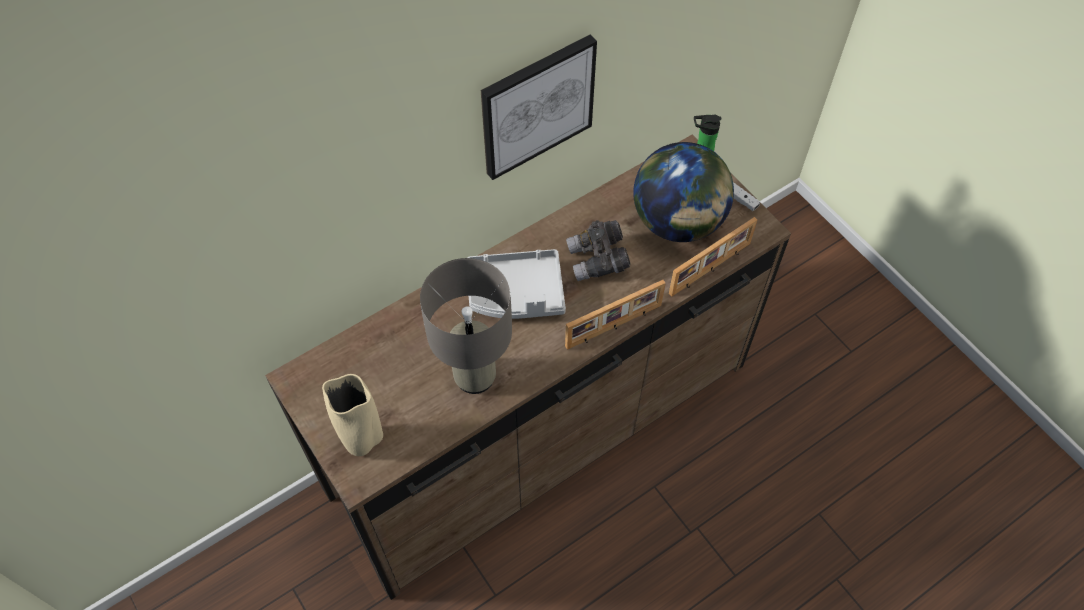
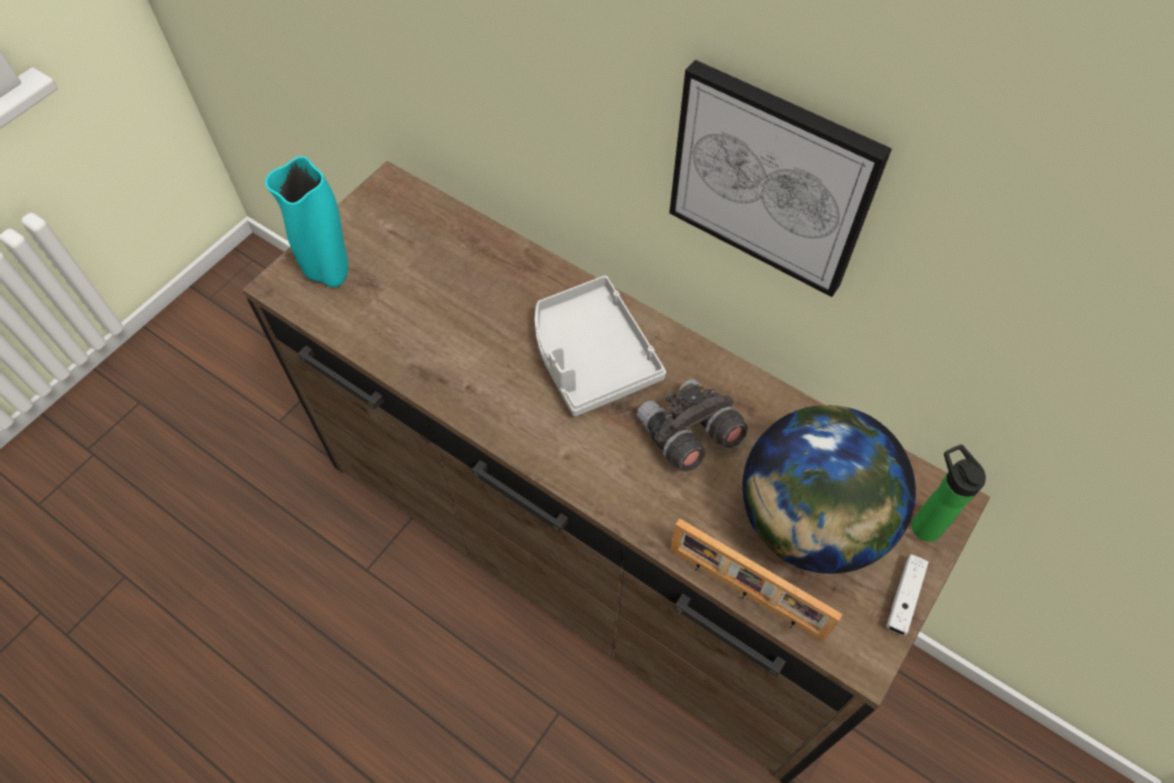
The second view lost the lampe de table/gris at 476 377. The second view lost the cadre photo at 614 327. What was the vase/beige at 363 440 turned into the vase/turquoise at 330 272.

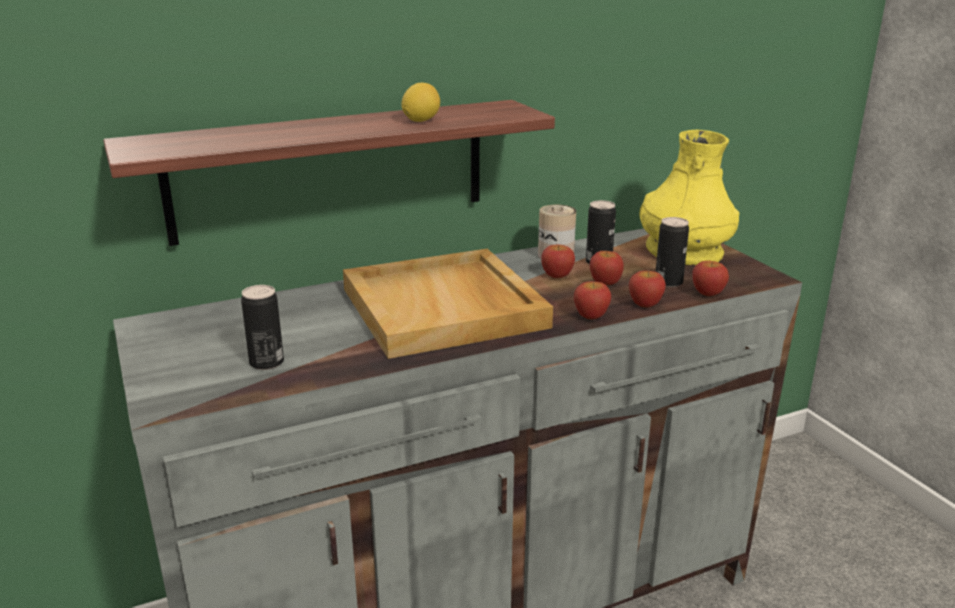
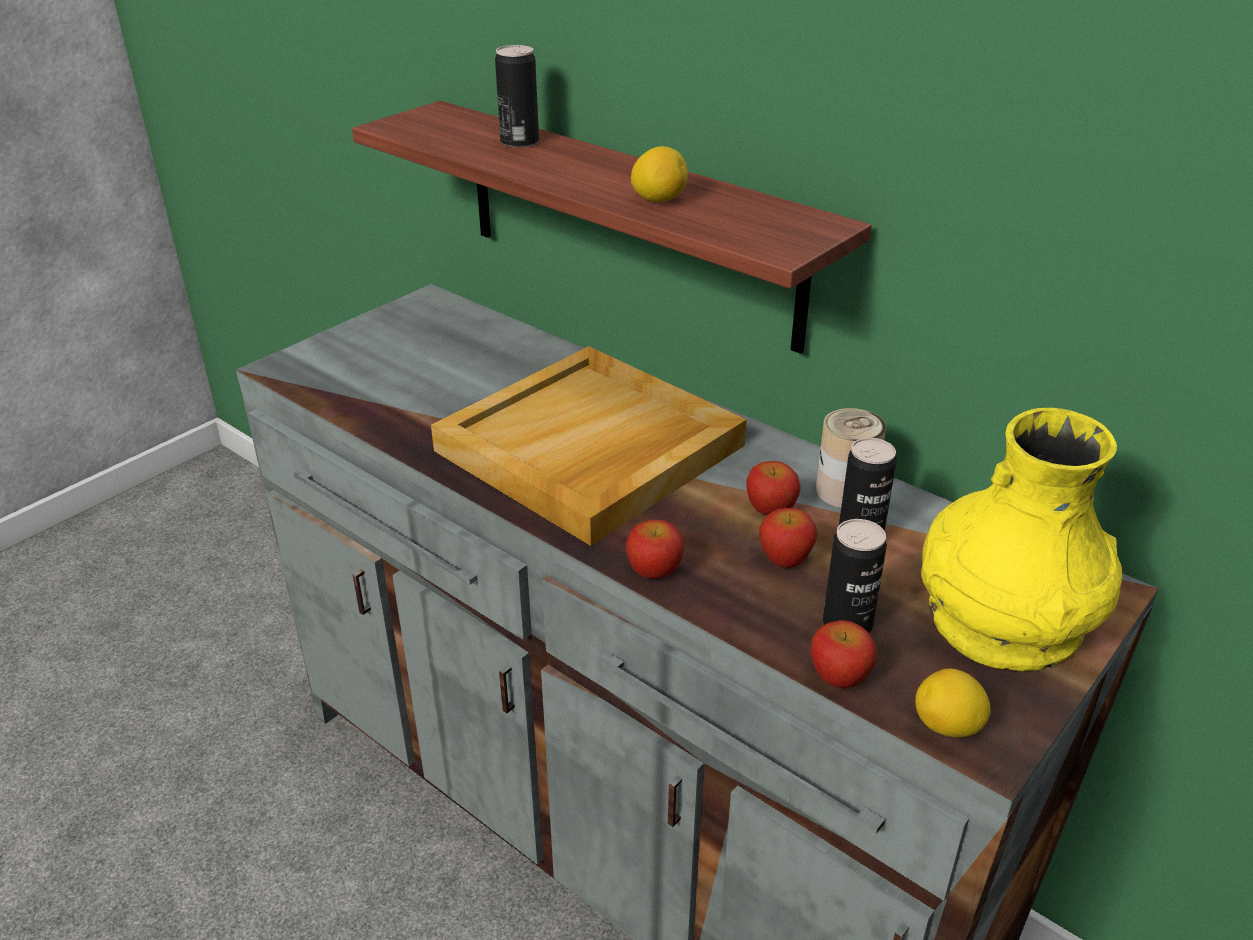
The second view lost the pomme at 645 304. The boîte métallique ended up elsewhere, having gone from 266 362 to 519 142. The second view gained the citron at 947 727.

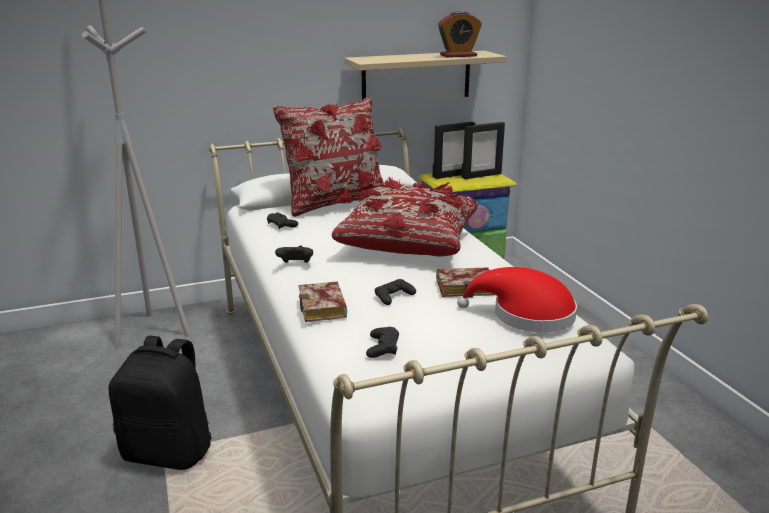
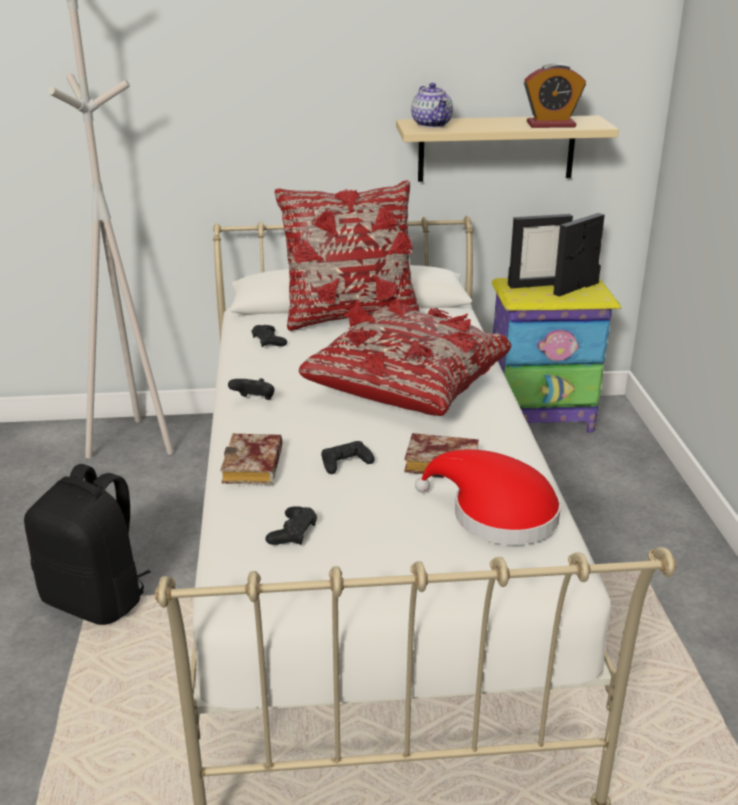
The cadre photo at 481 175 ended up facing another way, 150 degrees clockwise from before. The second view gained the théière at 432 124.

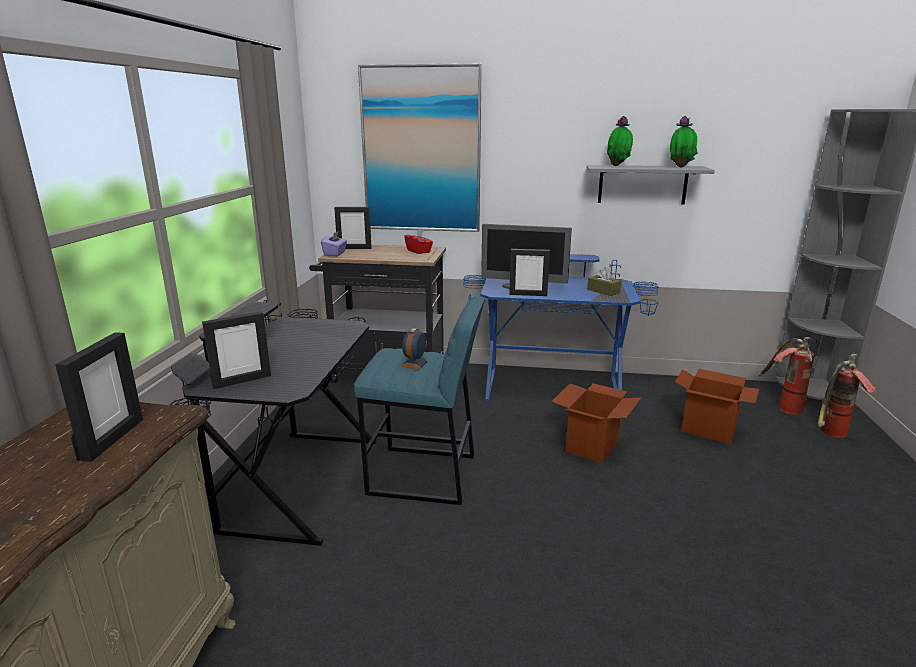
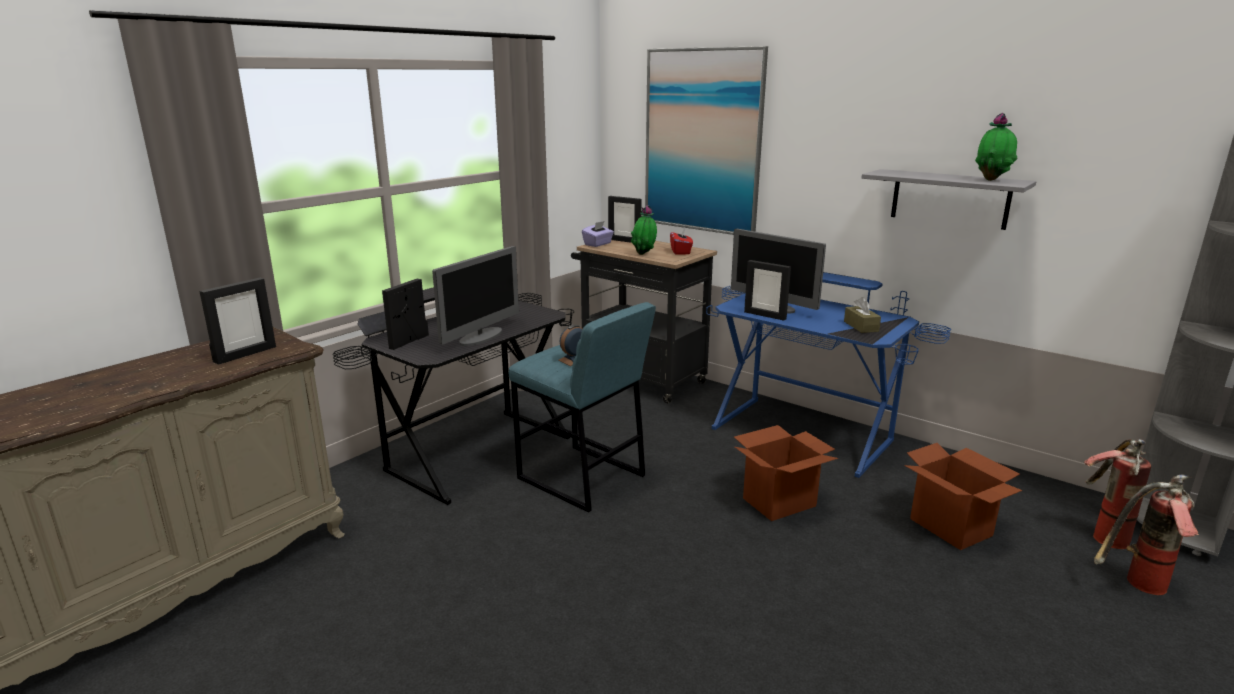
The plante en pot ended up elsewhere, having gone from 618 166 to 644 254. The cadre photo at 242 380 ended up facing another way, 120 degrees clockwise from before. The second view gained the écran d'ordinateur at 481 337.

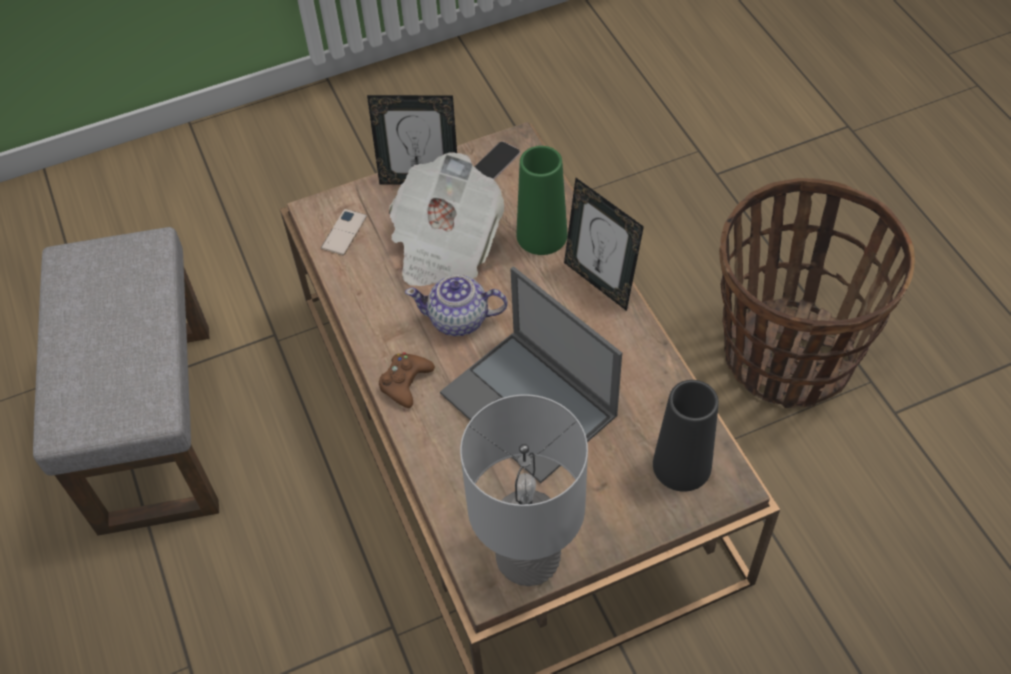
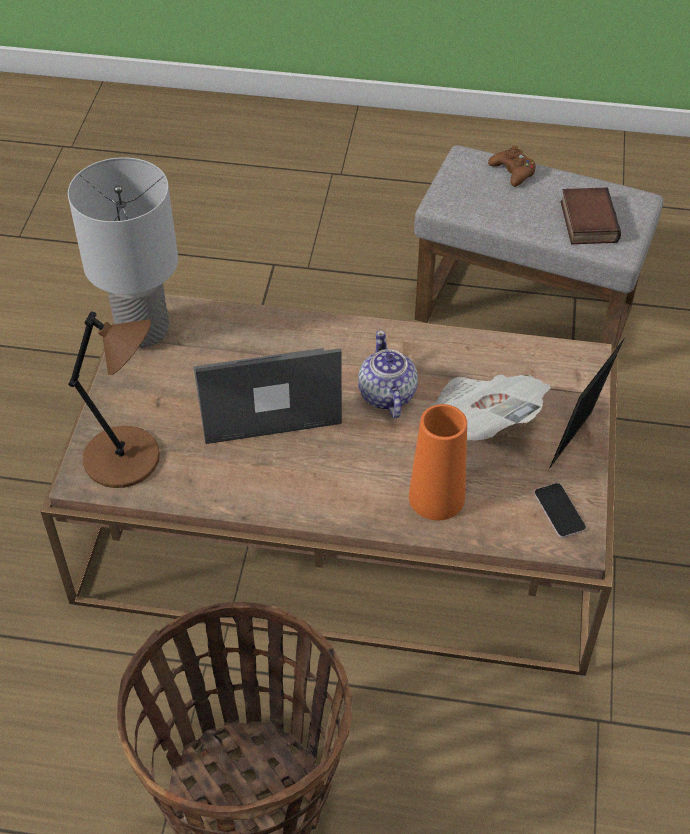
What was the vase/vert at 541 235 turned into the vase/orange at 436 497. The second view lost the cadre photo at 599 282. The second view lost the téléphone at 344 232. The théière at 459 319 ended up facing another way, 45 degrees counterclockwise from before. The manette/marron ended up elsewhere, having gone from 405 383 to 513 172. Where the vase/noir stood at 682 465, the lampe de table/marron came to stand at 126 459. The second view gained the livre at 586 221.

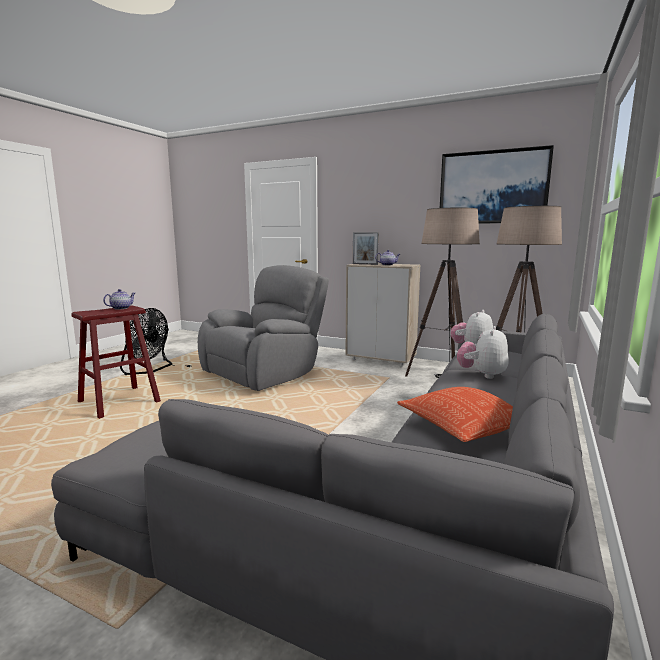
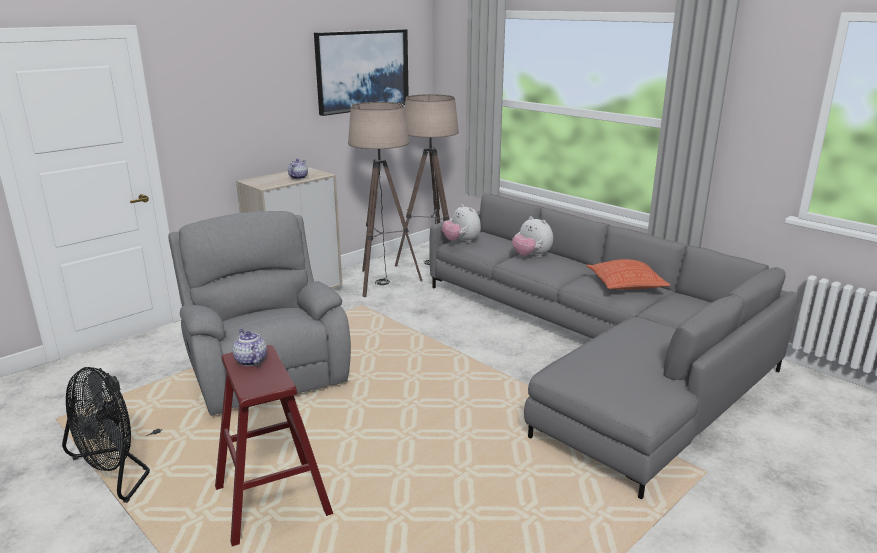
The second view lost the cadre photo at 365 264.

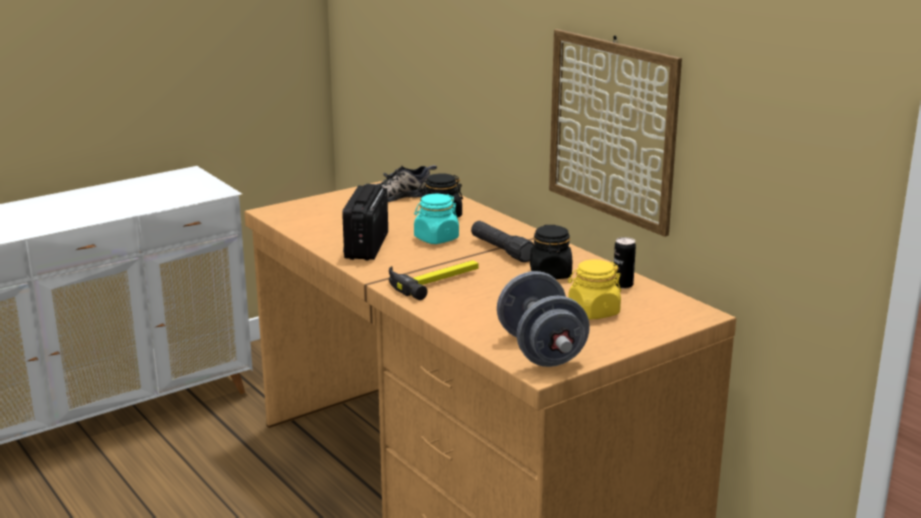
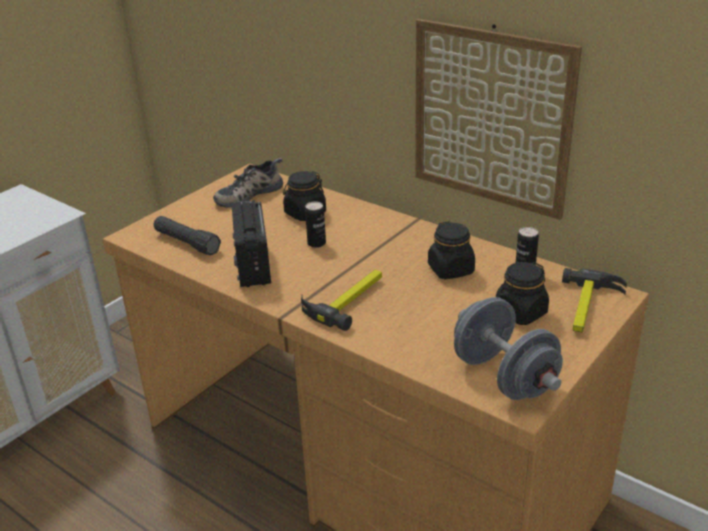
Where the bocal/turquoise stood at 436 239, the boîte métallique came to stand at 316 243. The lampe de poche/noir ended up elsewhere, having gone from 501 250 to 187 243. What was the bocal/jaune at 593 312 turned into the bocal/noir at 520 313. The second view gained the marteau at 588 308.

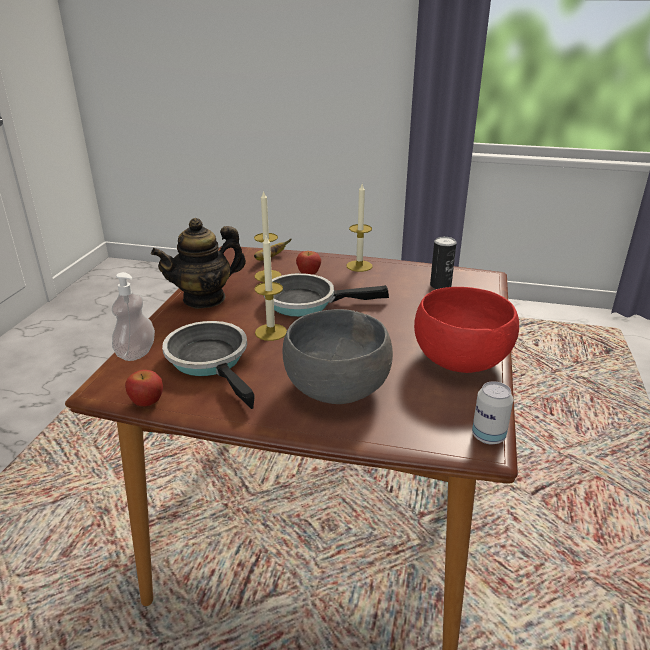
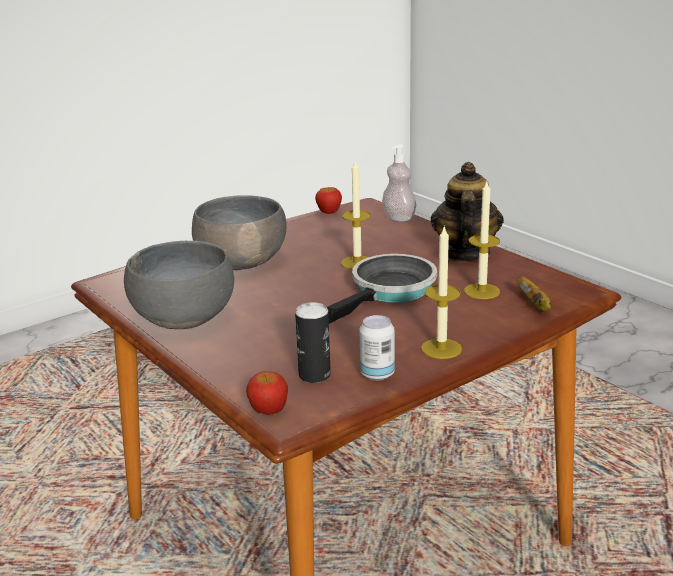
The pomme ended up elsewhere, having gone from 308 274 to 268 410. What was the bol/rouge at 460 359 turned into the bol/gris at 183 317. The second view lost the poêle at 211 361. The boîte métallique ended up elsewhere, having gone from 488 436 to 377 374.

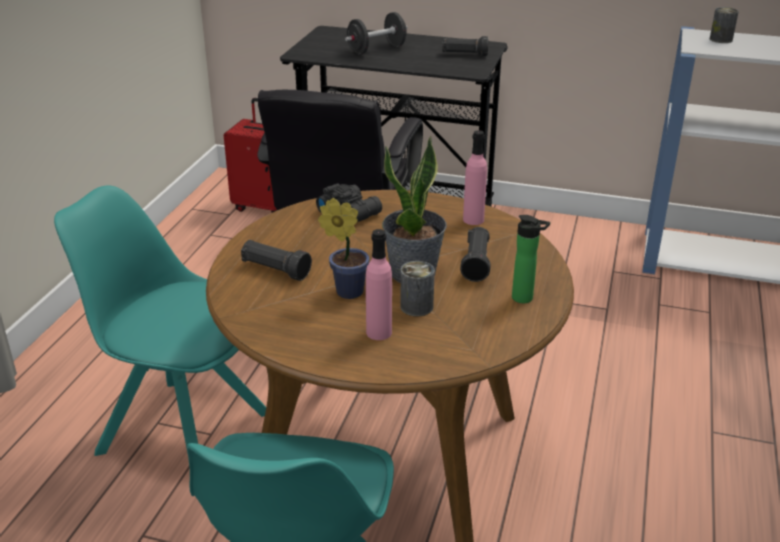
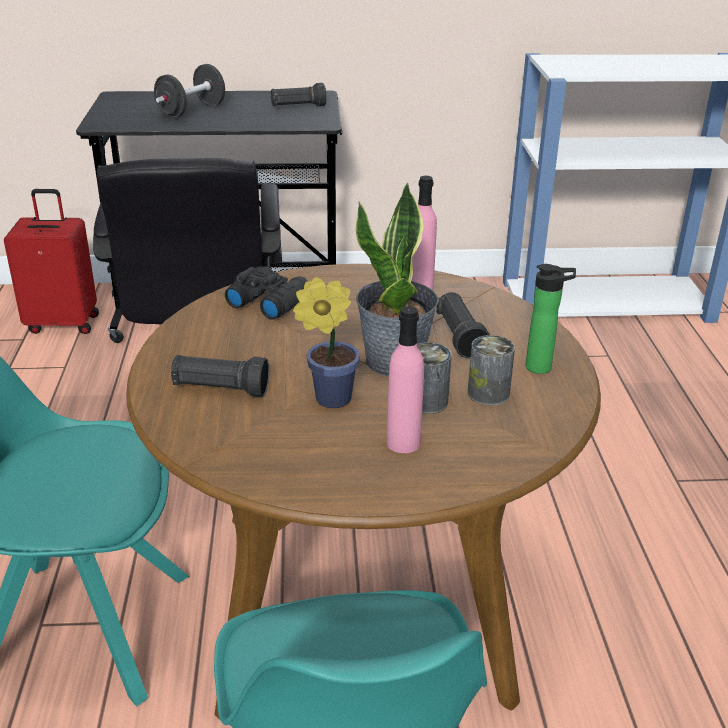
The boîte métallique ended up elsewhere, having gone from 721 39 to 488 393.

